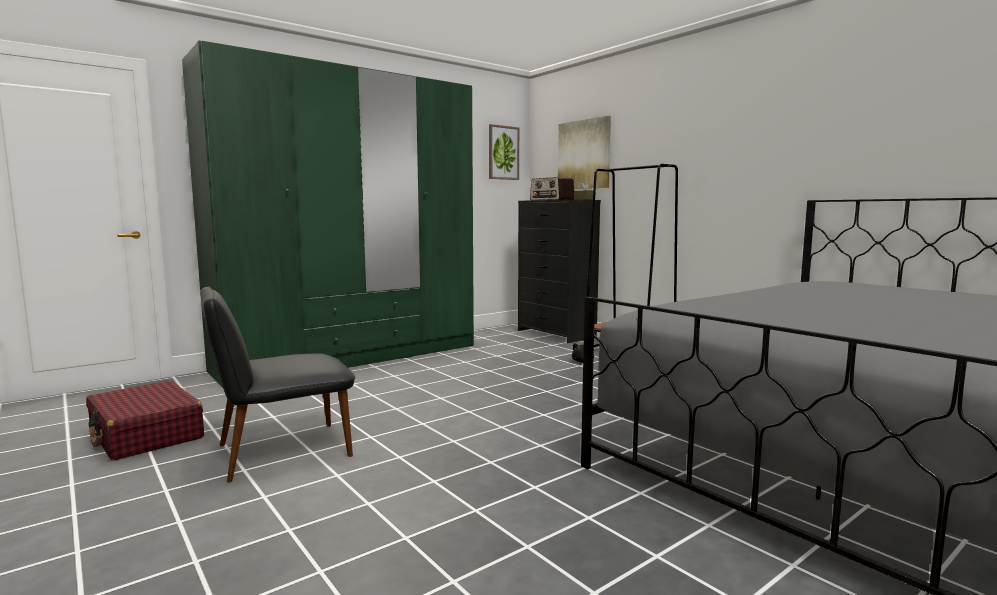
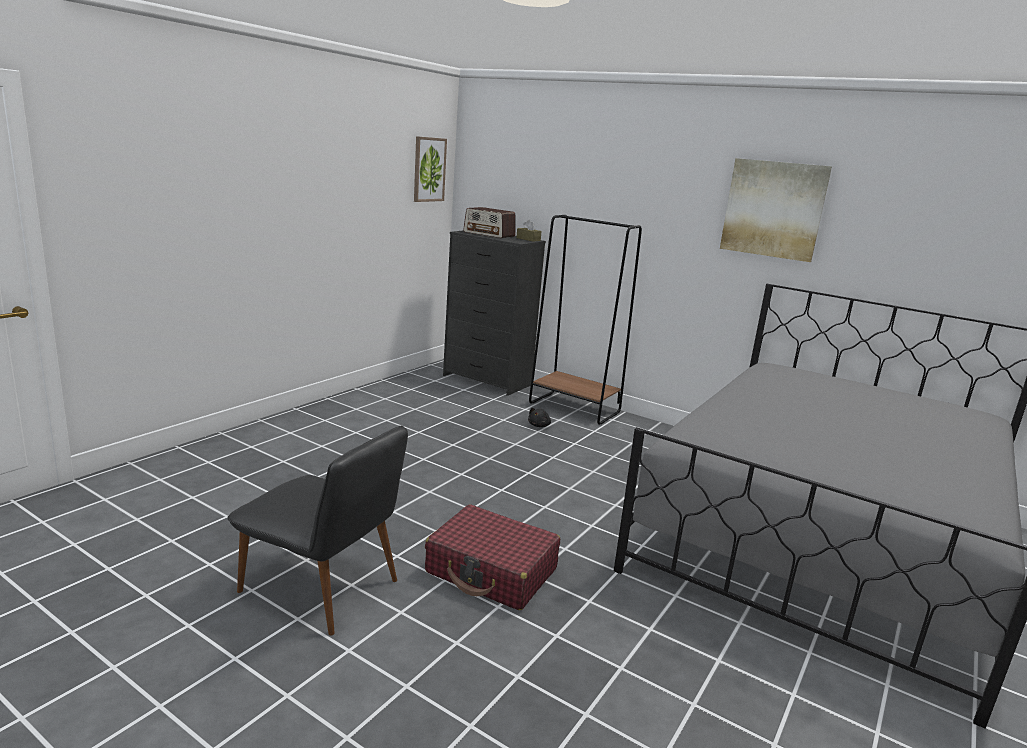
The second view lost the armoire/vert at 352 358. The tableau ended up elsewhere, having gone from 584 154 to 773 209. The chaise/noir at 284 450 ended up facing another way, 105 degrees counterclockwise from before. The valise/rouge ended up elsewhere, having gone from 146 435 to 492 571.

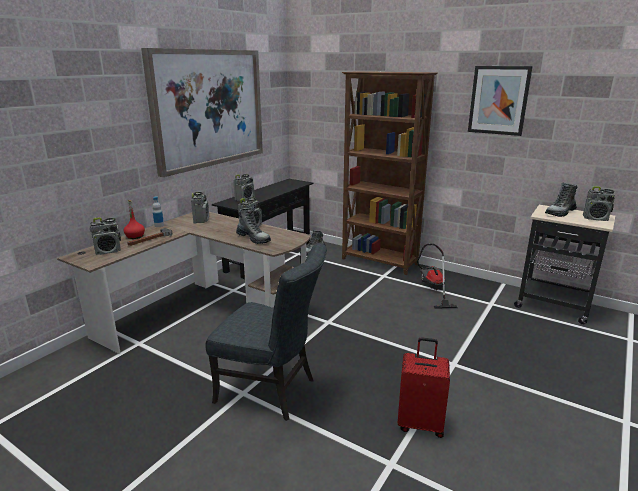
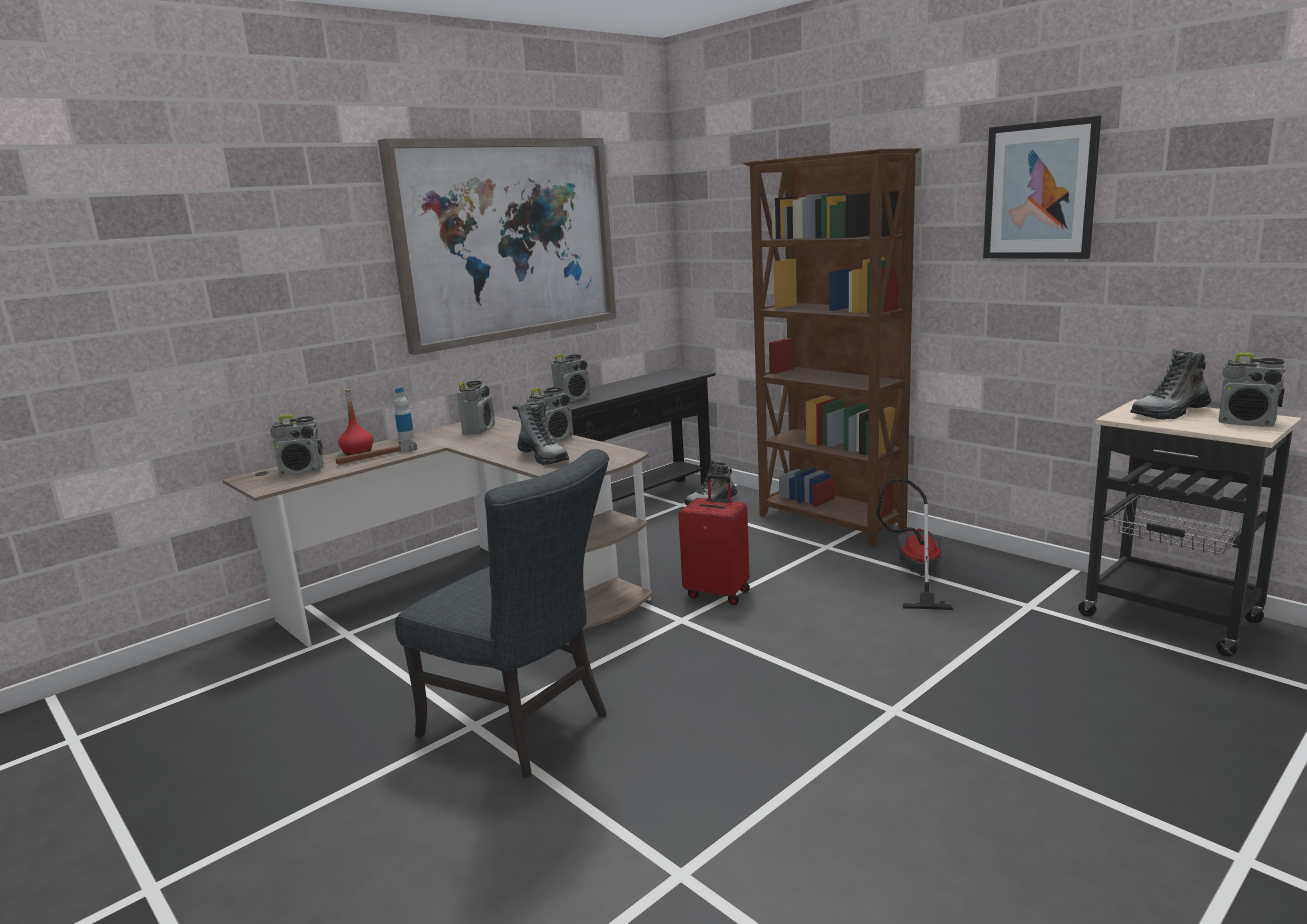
The valise/rouge ended up elsewhere, having gone from 420 423 to 718 593.

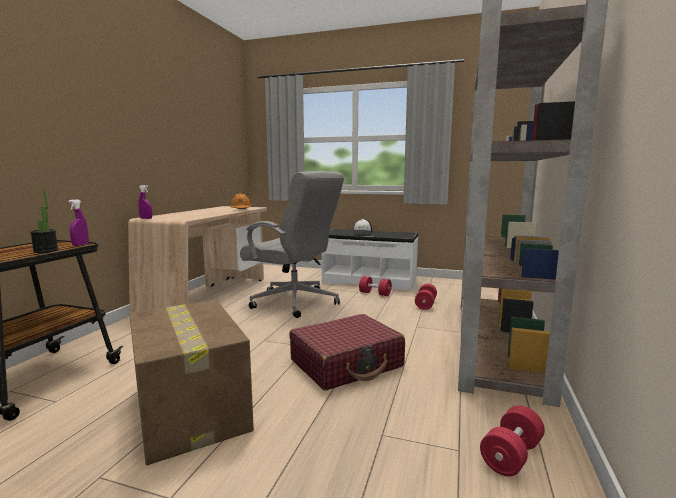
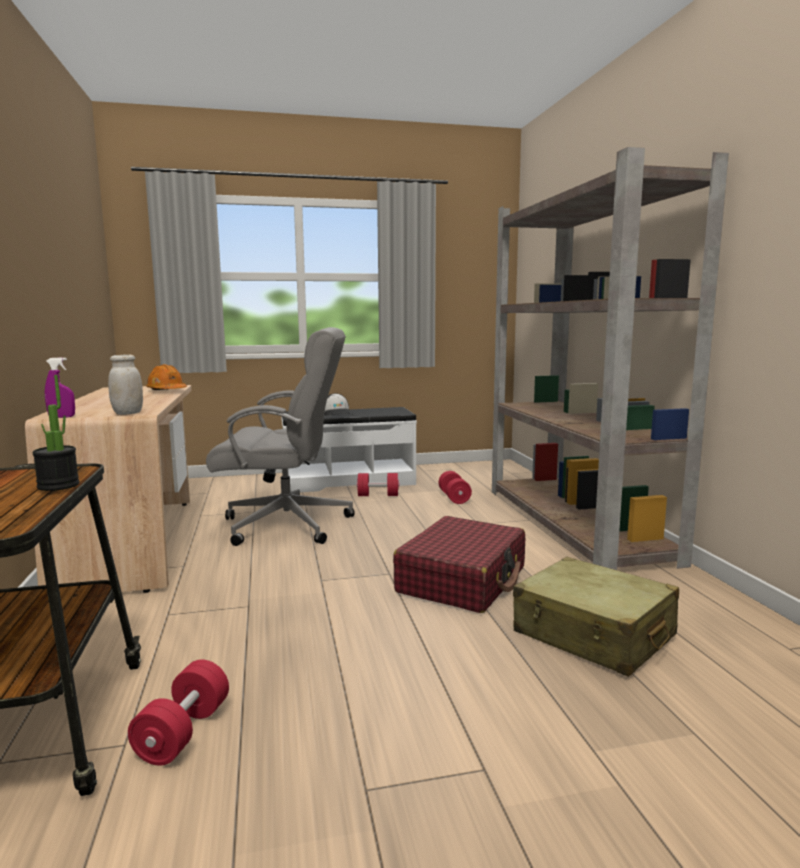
The second view lost the vaporisateur/violet at 80 245. The second view lost the carton at 190 408. The haltère/rouge ended up elsewhere, having gone from 511 455 to 183 732. The second view gained the bocal/blanc at 128 413. The second view gained the valise/beige at 593 634.

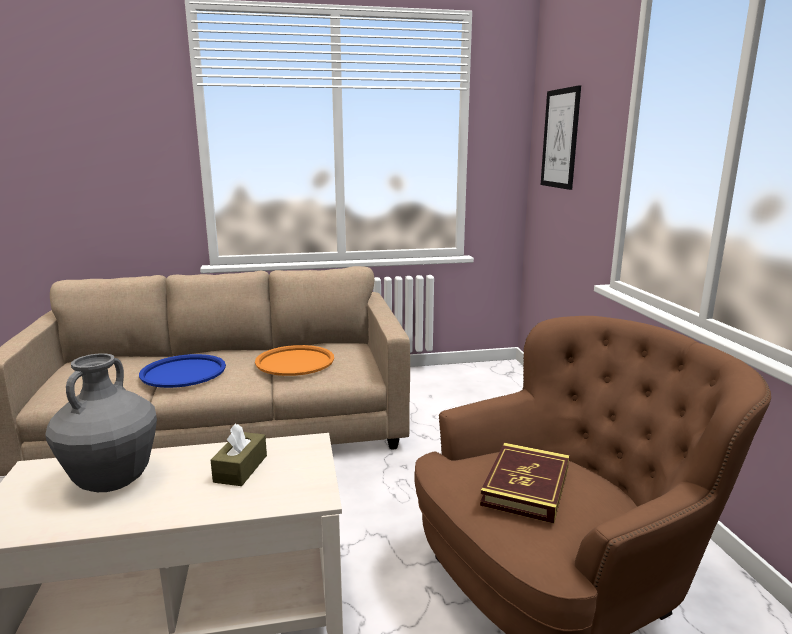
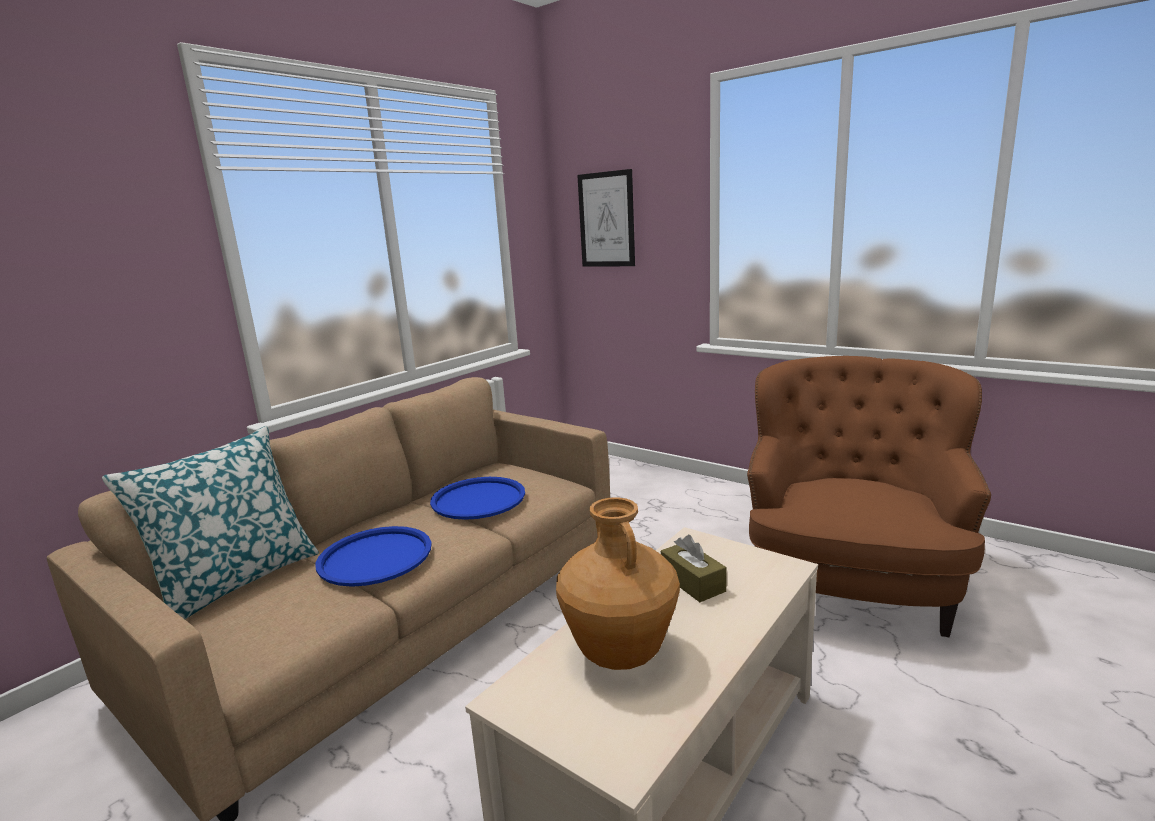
What was the plateau/orange at 295 362 turned into the plateau/bleu at 478 499. What was the vase/gris at 112 482 turned into the vase/marron at 621 654. The second view lost the livre at 526 486. The second view gained the coussin at 236 581.

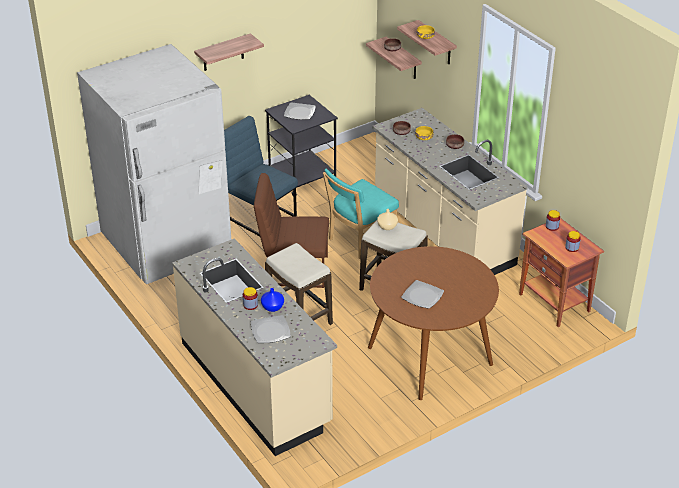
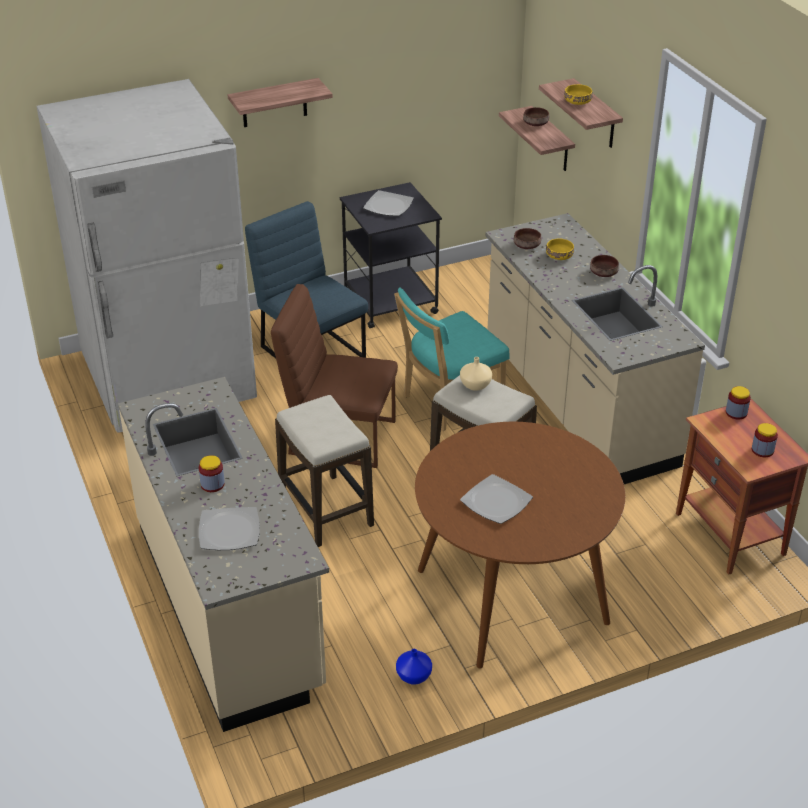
The vase/bleu ended up elsewhere, having gone from 272 307 to 413 675.

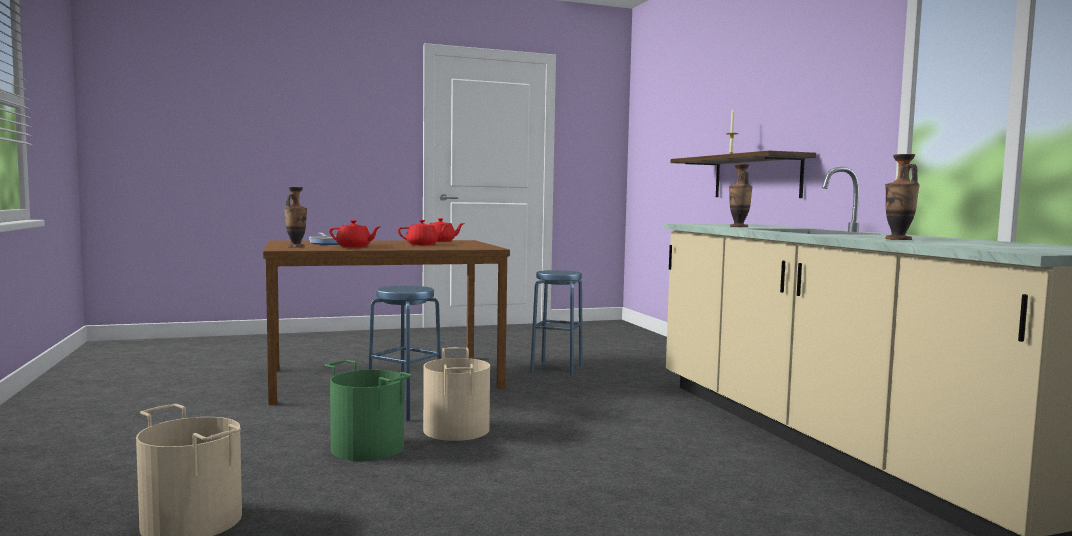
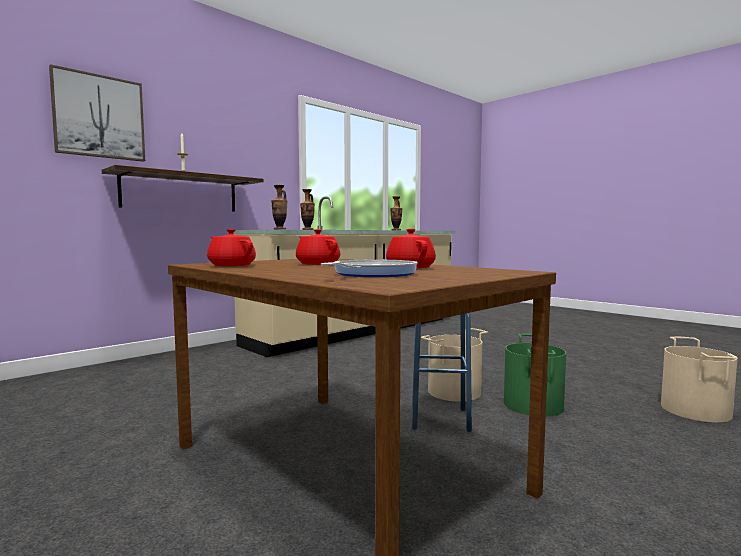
The vase ended up elsewhere, having gone from 296 247 to 279 229. The second view lost the tabouret/bleu at 557 369. The second view gained the tableau at 99 117.

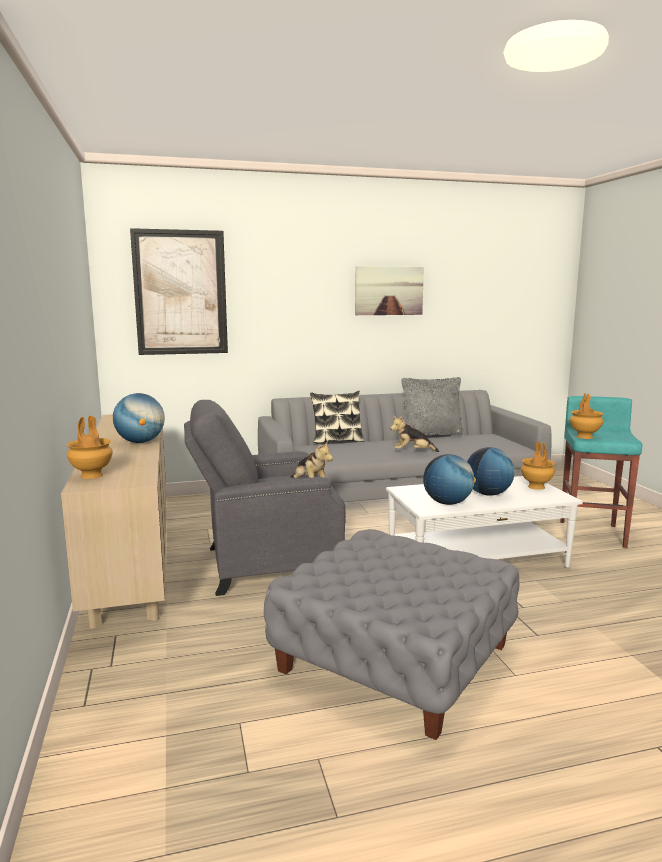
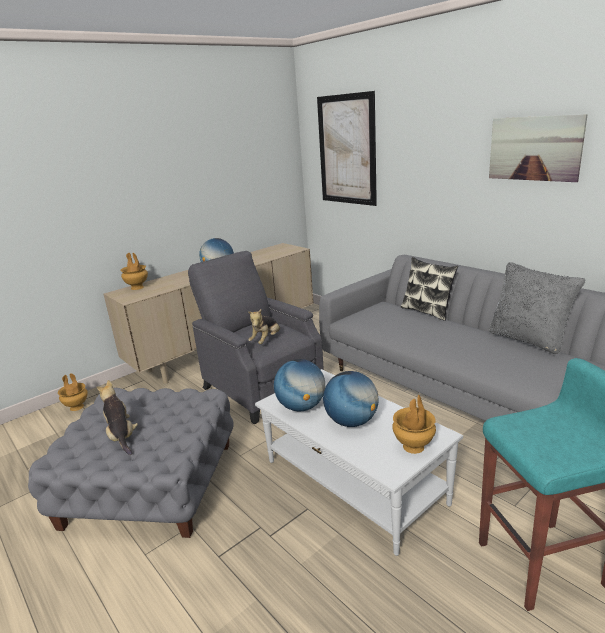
The vase/marron ended up elsewhere, having gone from 584 437 to 77 407. The peluche ended up elsewhere, having gone from 412 452 to 121 436.

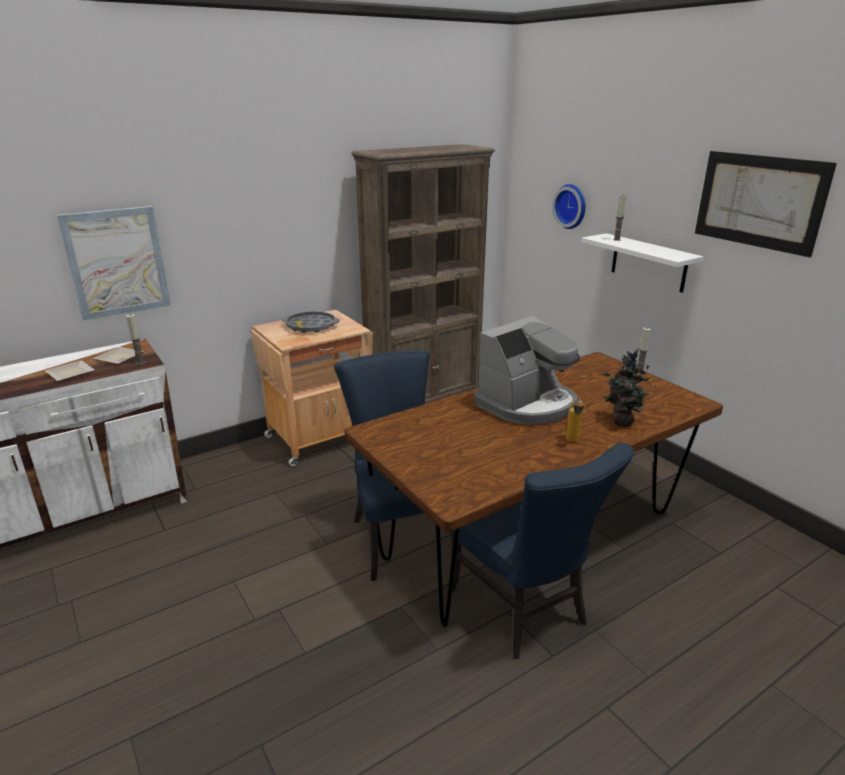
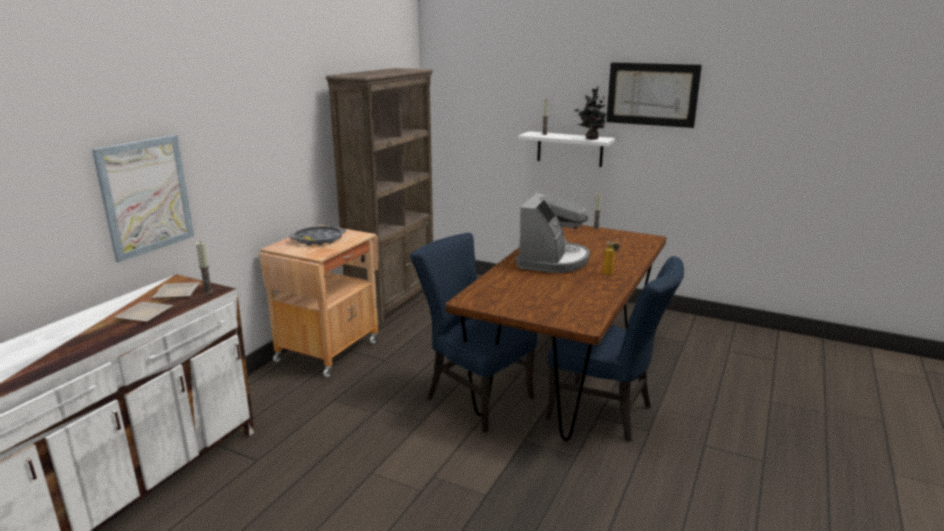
The second view lost the horloge murale at 572 206. The plante en pot ended up elsewhere, having gone from 620 422 to 590 139.

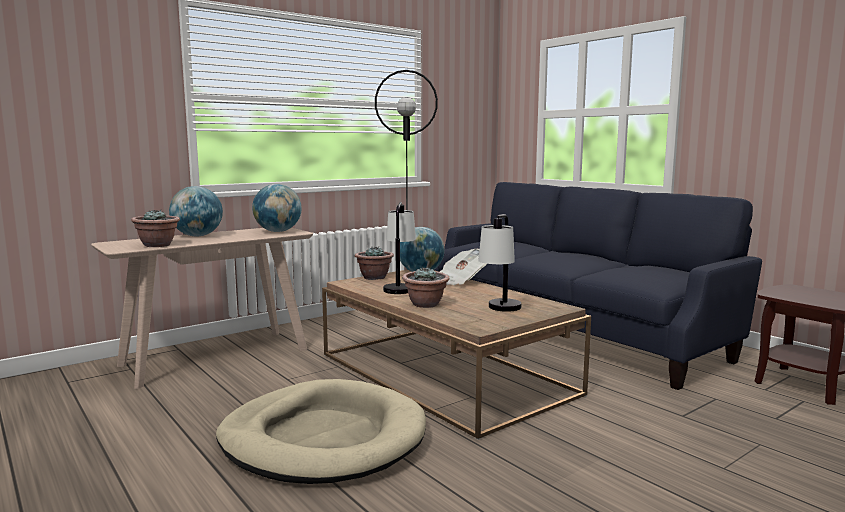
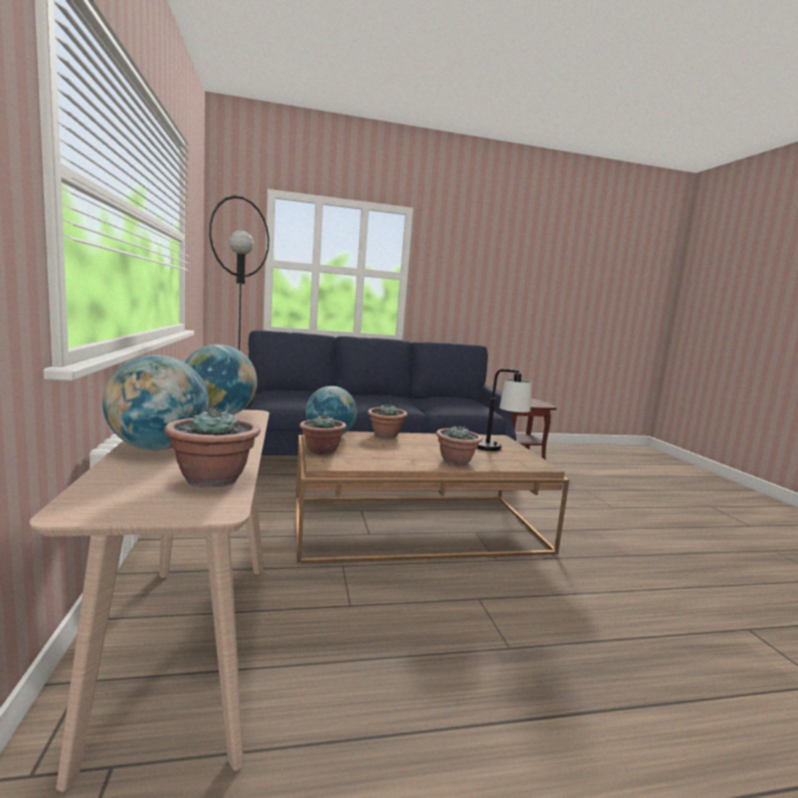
The second view lost the lampe de table at 399 287. Where the journal stood at 460 281, the plante en pot came to stand at 385 435. The second view lost the panier pour chien/beige at 323 438.

